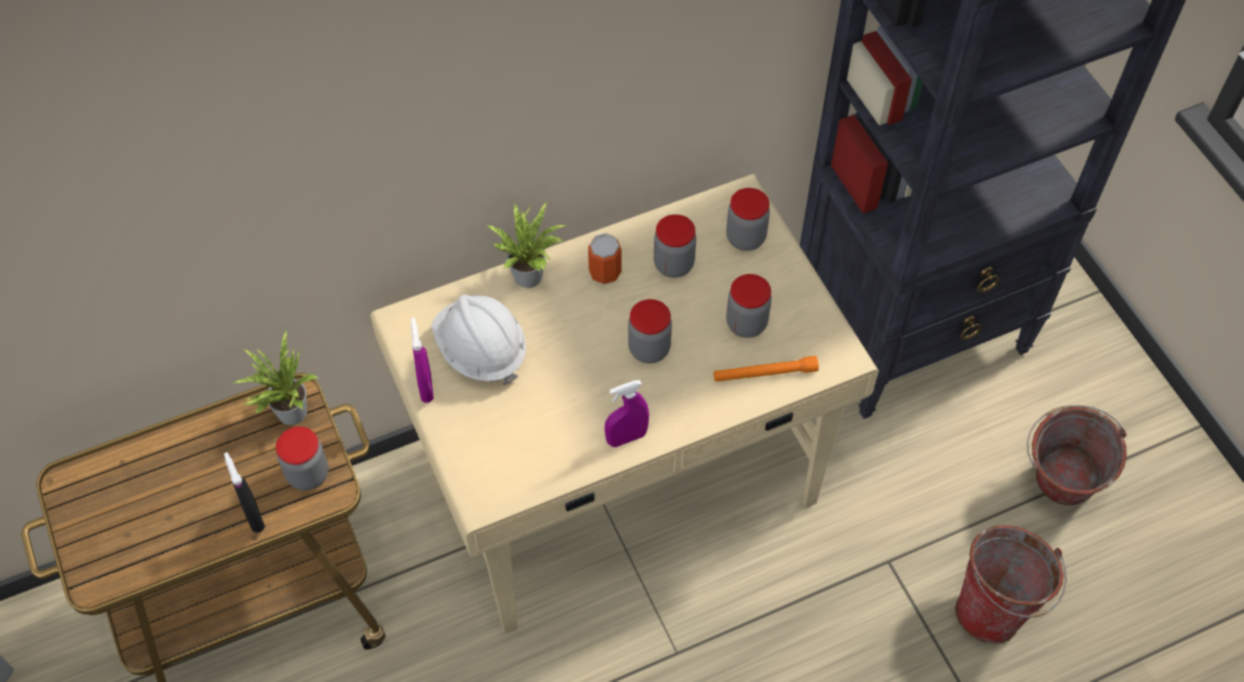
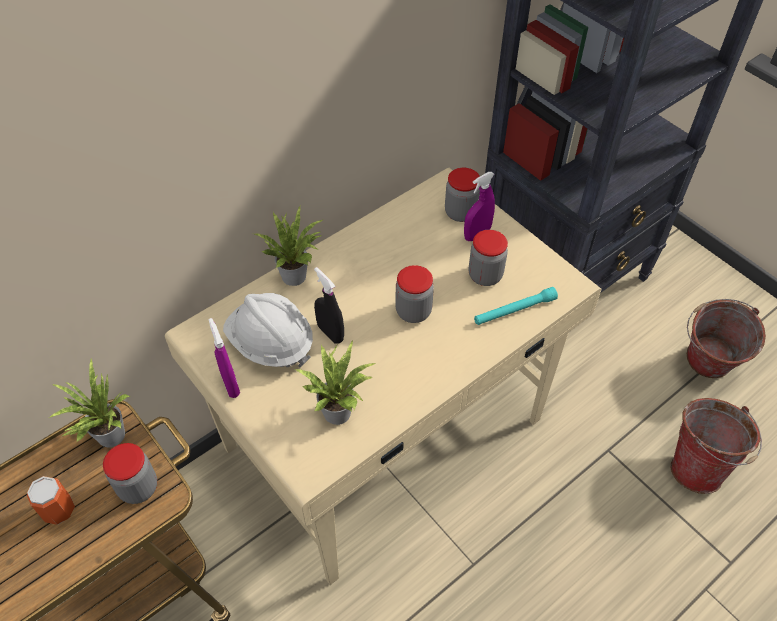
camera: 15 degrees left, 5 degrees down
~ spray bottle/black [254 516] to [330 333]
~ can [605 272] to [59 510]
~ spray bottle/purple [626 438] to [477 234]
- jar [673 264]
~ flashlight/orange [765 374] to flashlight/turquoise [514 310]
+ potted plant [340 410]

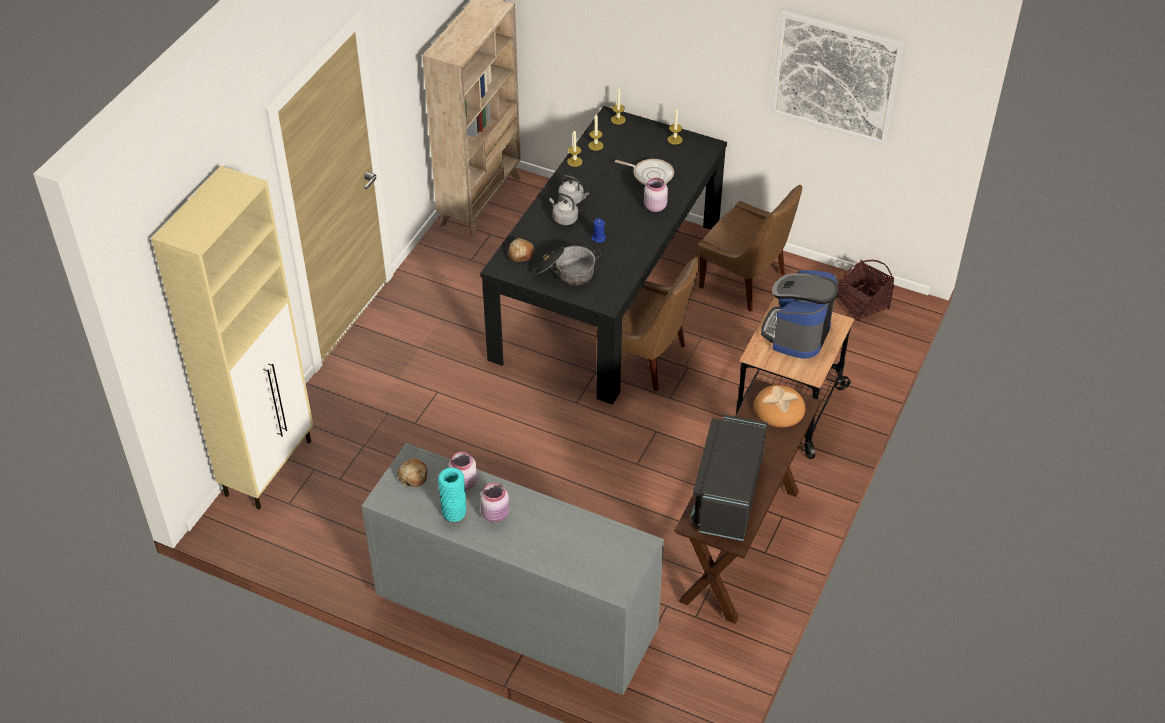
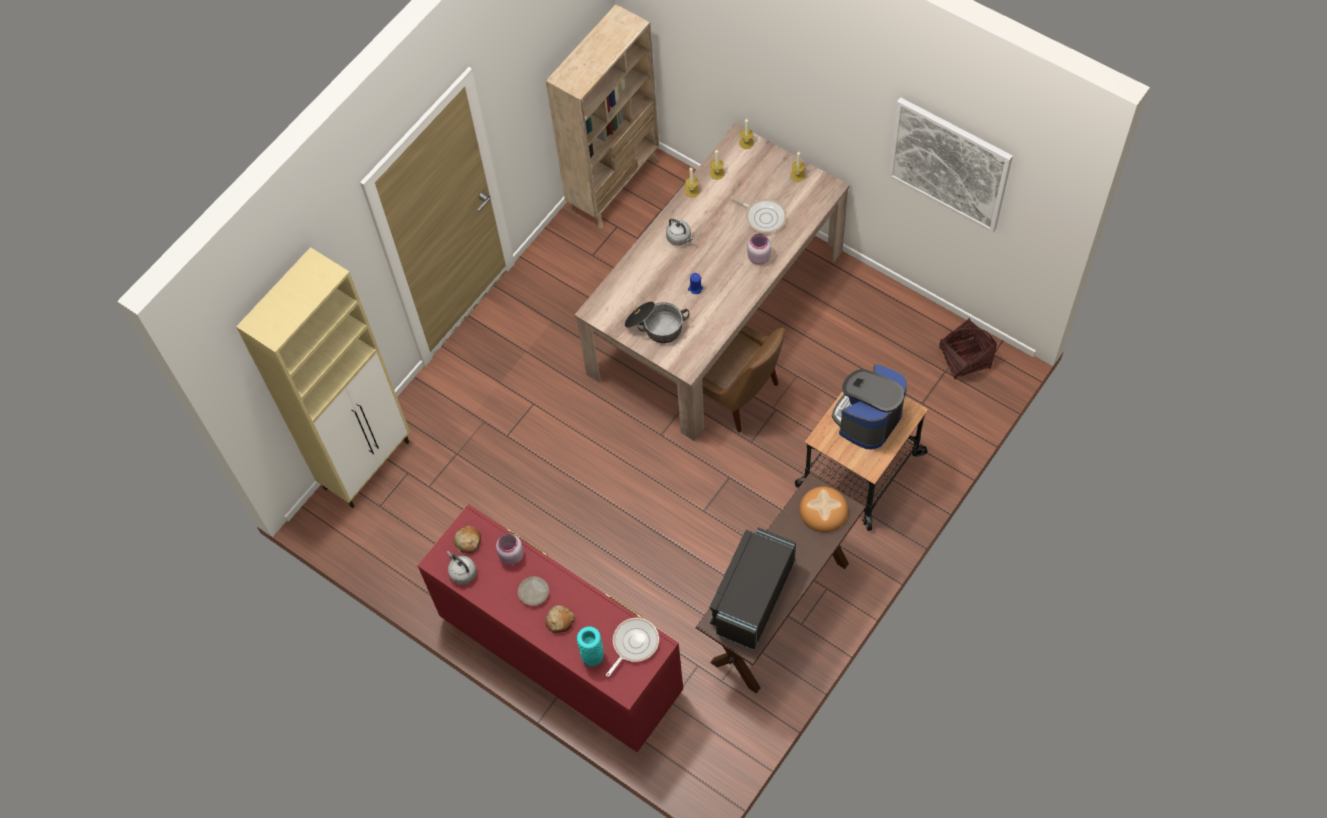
camera: 15 degrees right, 15 degrees up
~ dresser/grey [515 616] to dresser/red [560 654]
~ vase/turquoise [454 512] to [592 655]
~ dining table/black [607 293] to dining table/beige [716 312]
~ jar/pink [496 514] to plate/beige [534 593]
~ bread [520 254] to [559 621]
~ kettle/grey [564 218] to [462 572]
- chair/brown [745 282]
+ frying pan [633 643]

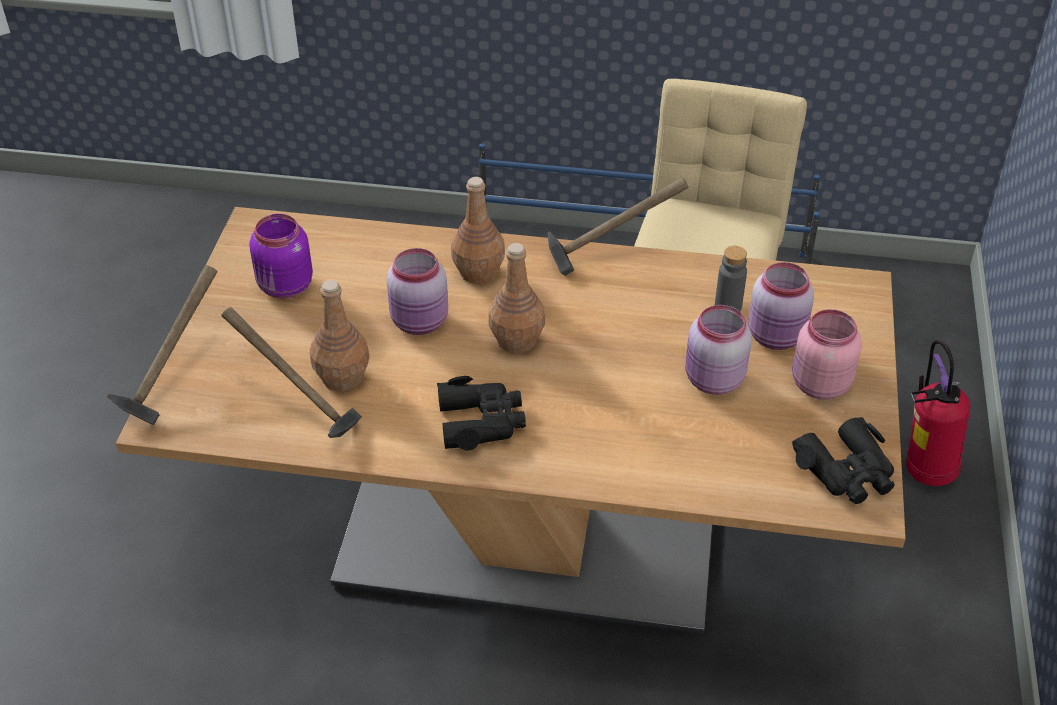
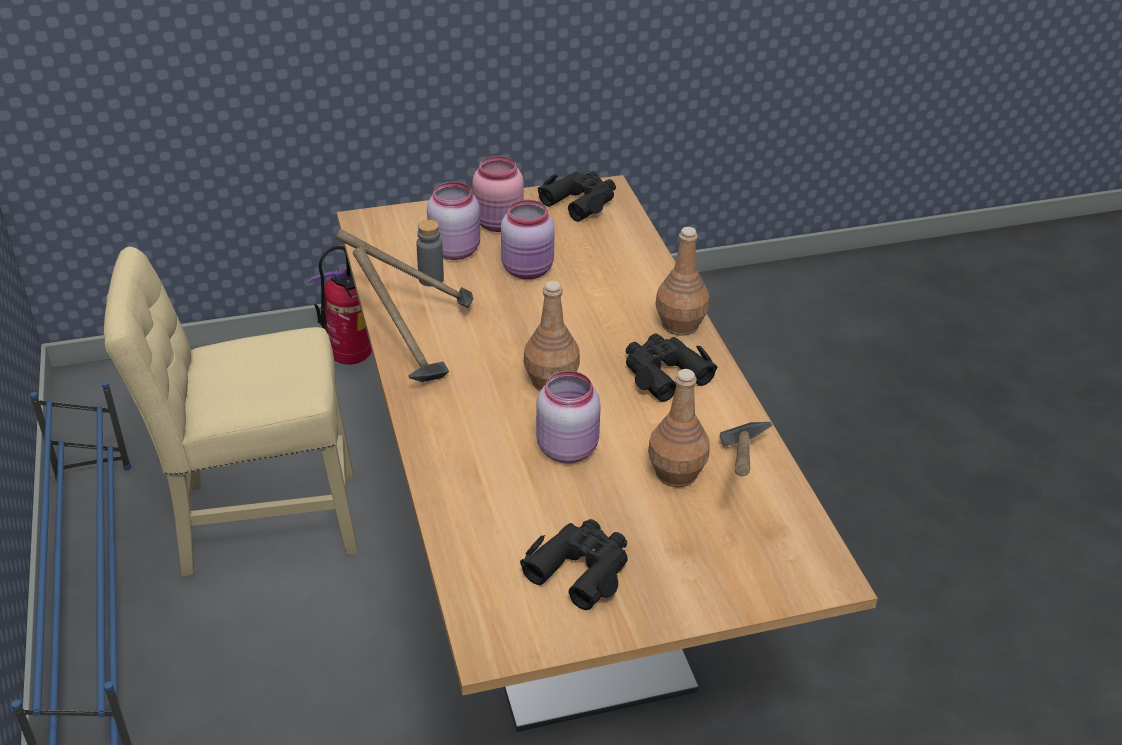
camera: 115 degrees left, 5 degrees down
~ hammer [174 382] to [414 308]
~ jar/purple [285 287] to binoculars/black [580 568]
~ bottle/brown [478 272] to [680 325]

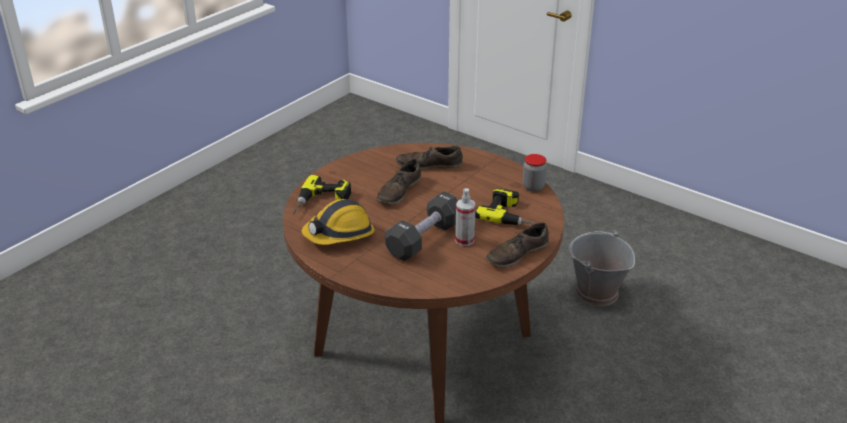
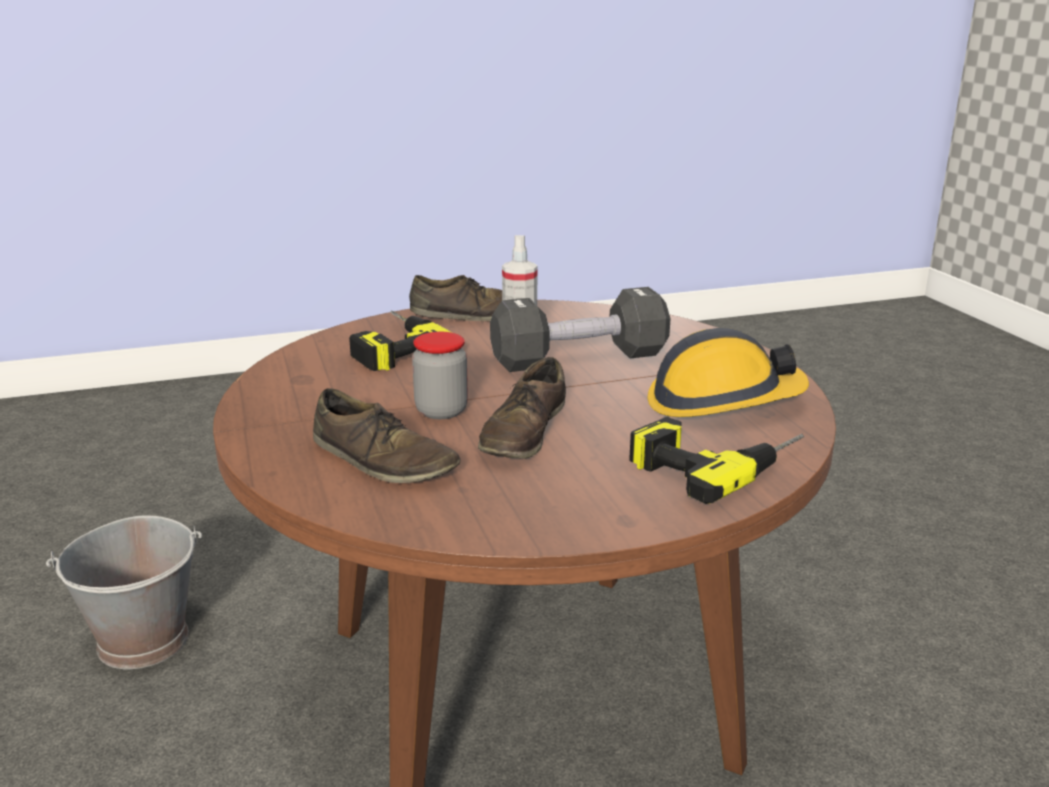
camera: 145 degrees left, 10 degrees down
~ shoe/brown [399 191] = [524 432] 135 degrees clockwise
~ jar [533 187] to [441 411]

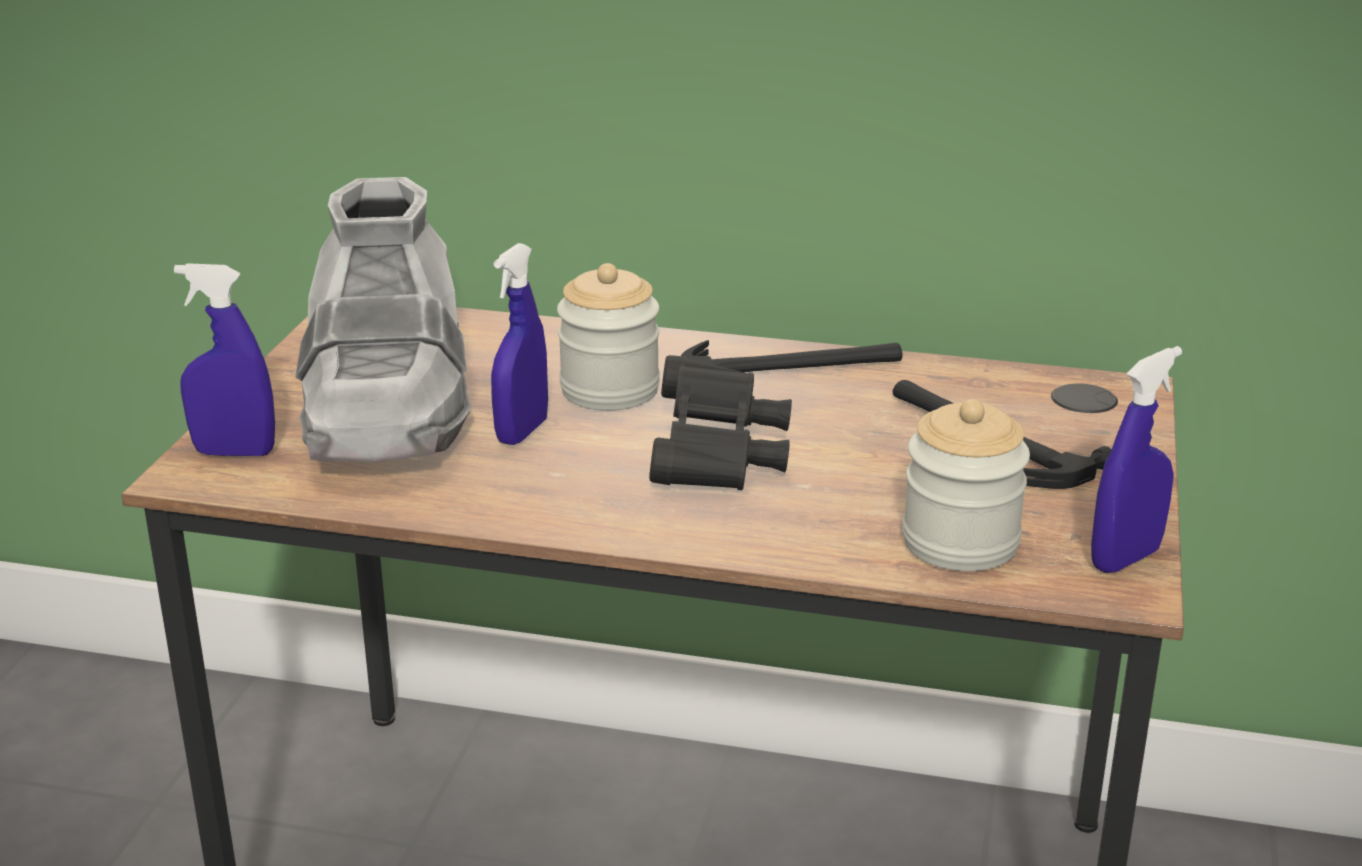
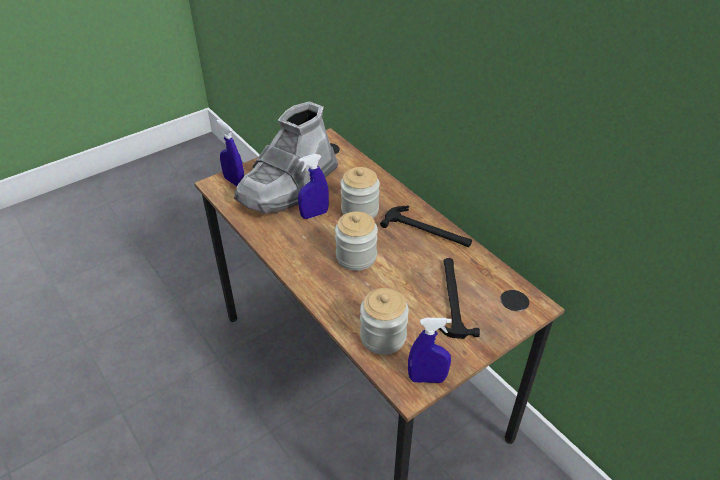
camera: 40 degrees right, 15 degrees up
~ binoculars/black [718 457] to jar [356 257]

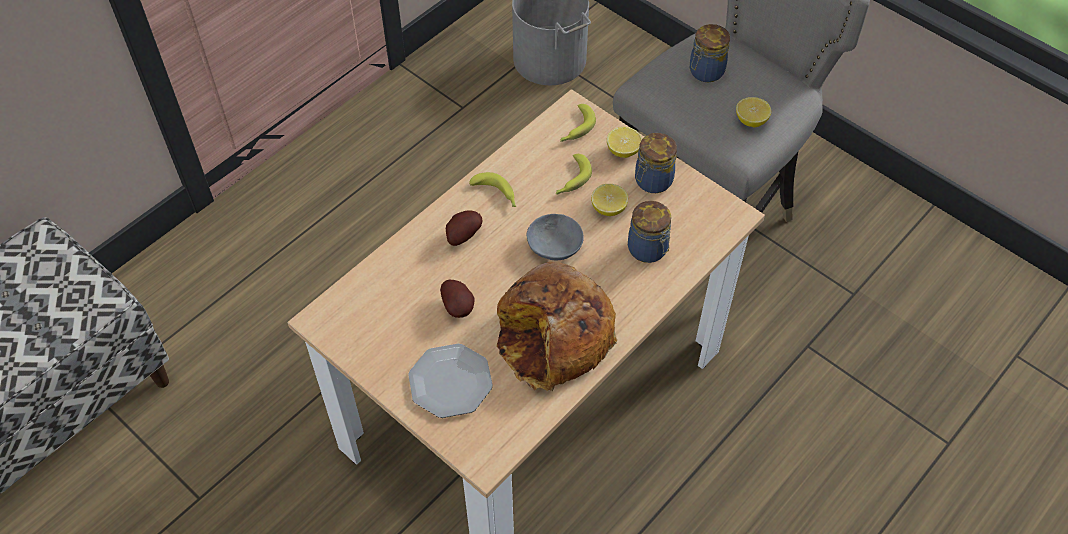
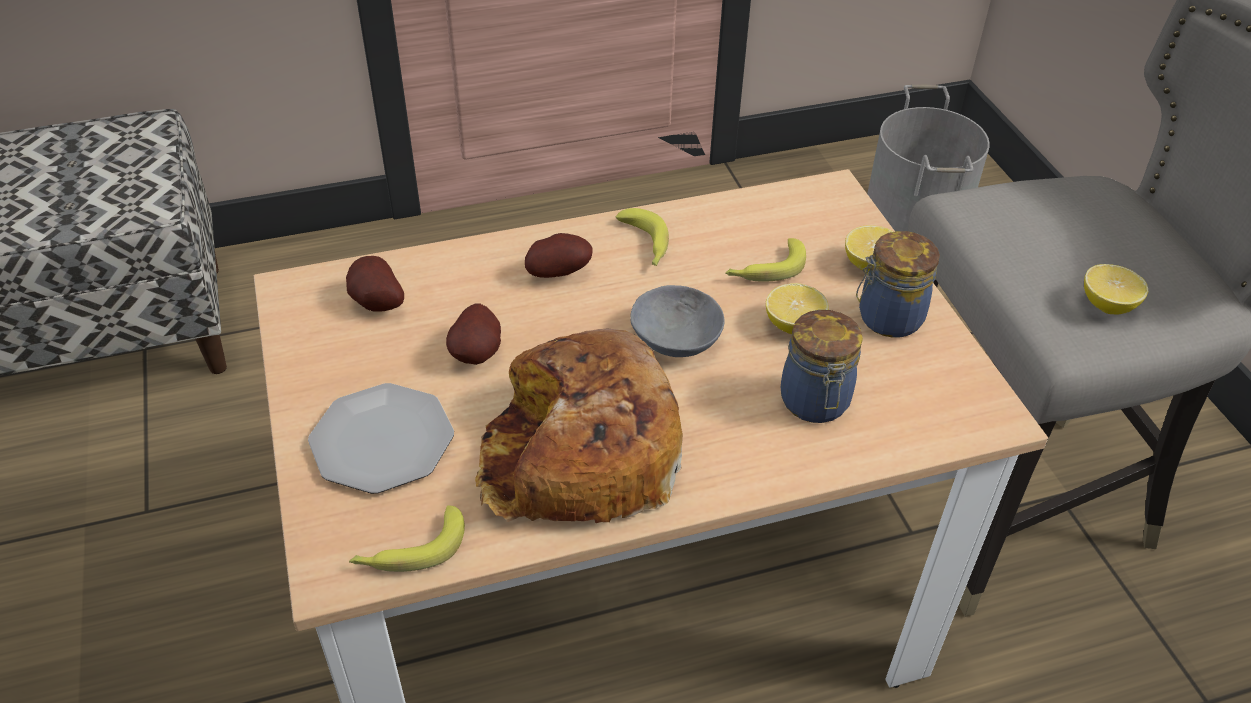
camera: 30 degrees right, 10 degrees down
~ banana [575 129] to [410 550]
- jar [705 72]
+ potato [375 304]

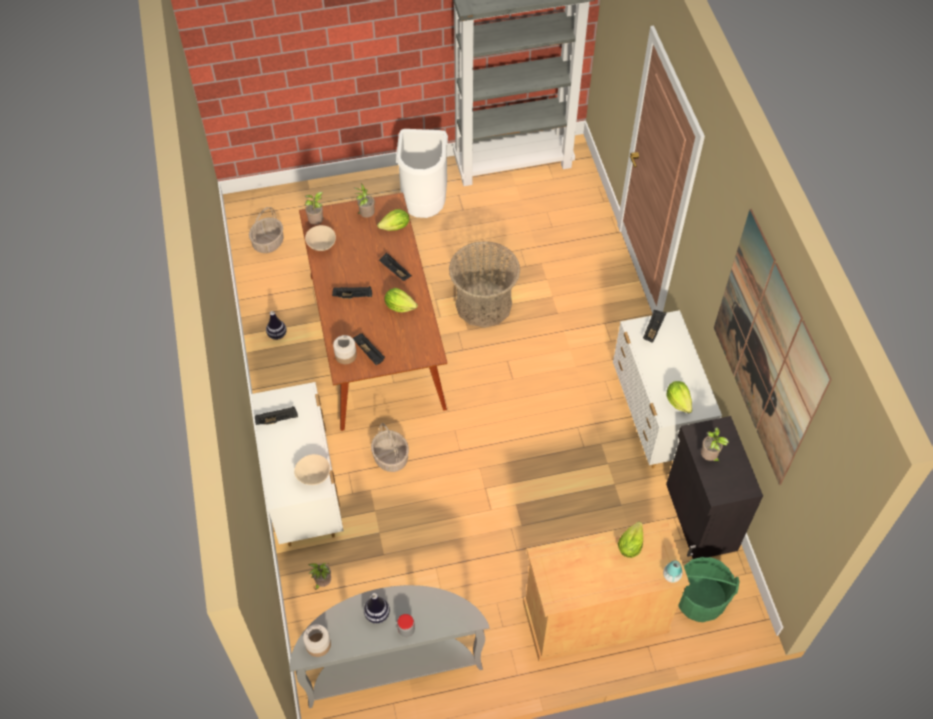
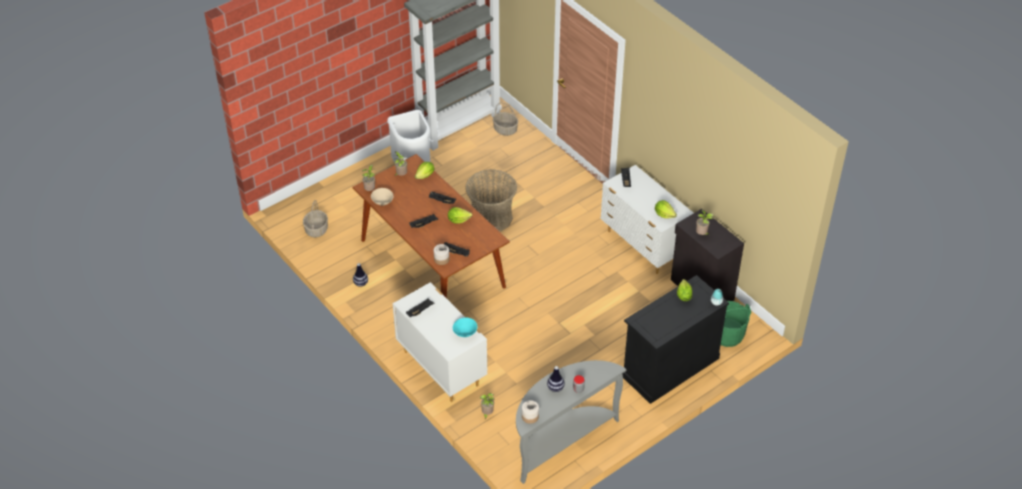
camera: 25 degrees left, 10 degrees down
~ bowl/beige [313 476] to bowl/turquoise [464 333]
~ basket [390 457] to [505 130]
~ cabinet/beige [595 616] to cabinet/black [670 367]
- picture [767 350]

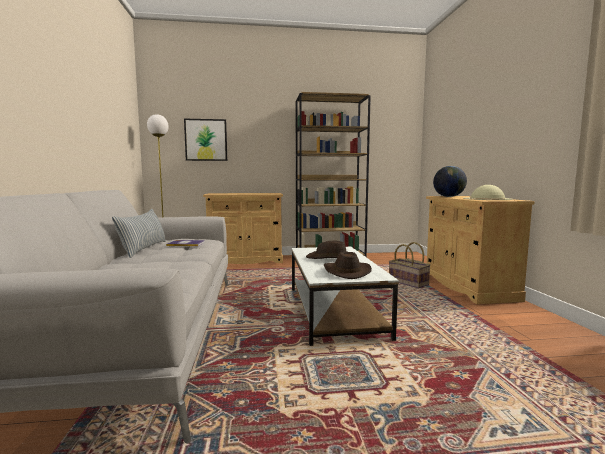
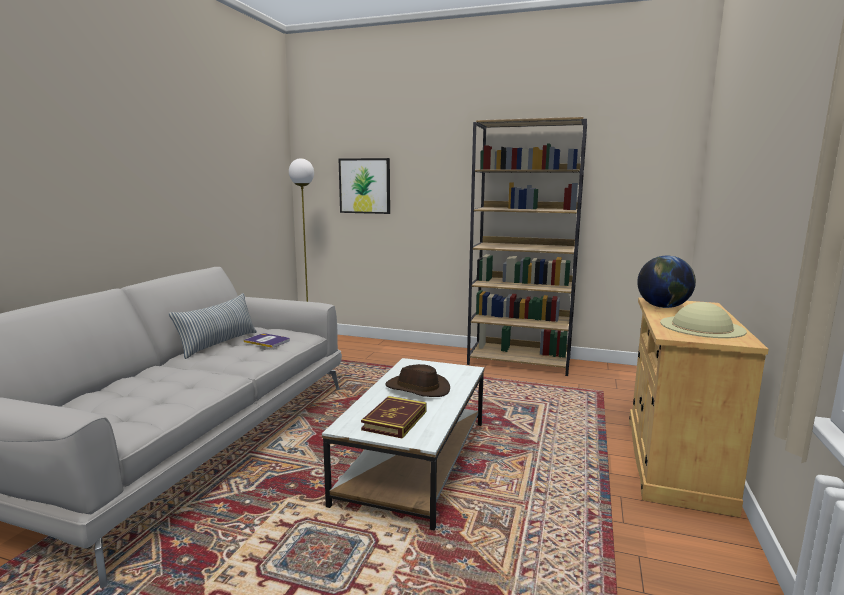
camera: 25 degrees right, 5 degrees up
- cabinet/beige [245 260]
~ hat/brown [346 272] to book [395 420]
- basket [408 283]

